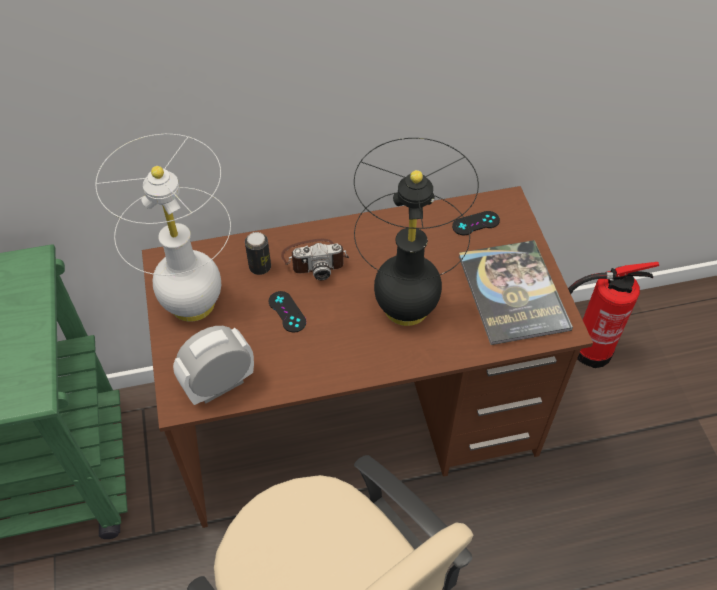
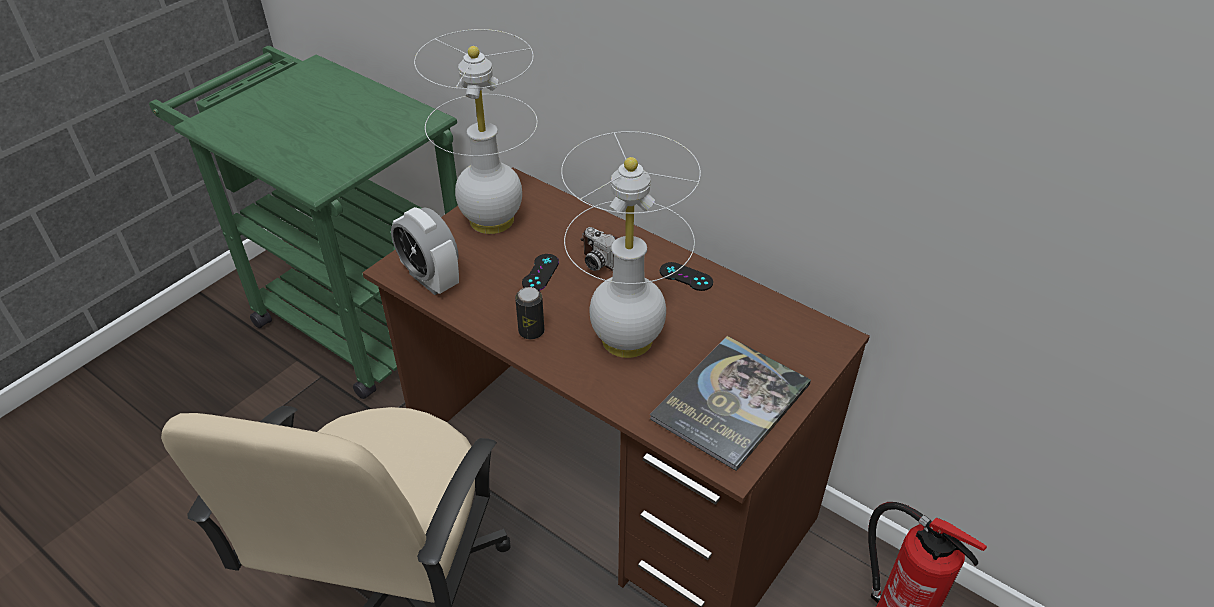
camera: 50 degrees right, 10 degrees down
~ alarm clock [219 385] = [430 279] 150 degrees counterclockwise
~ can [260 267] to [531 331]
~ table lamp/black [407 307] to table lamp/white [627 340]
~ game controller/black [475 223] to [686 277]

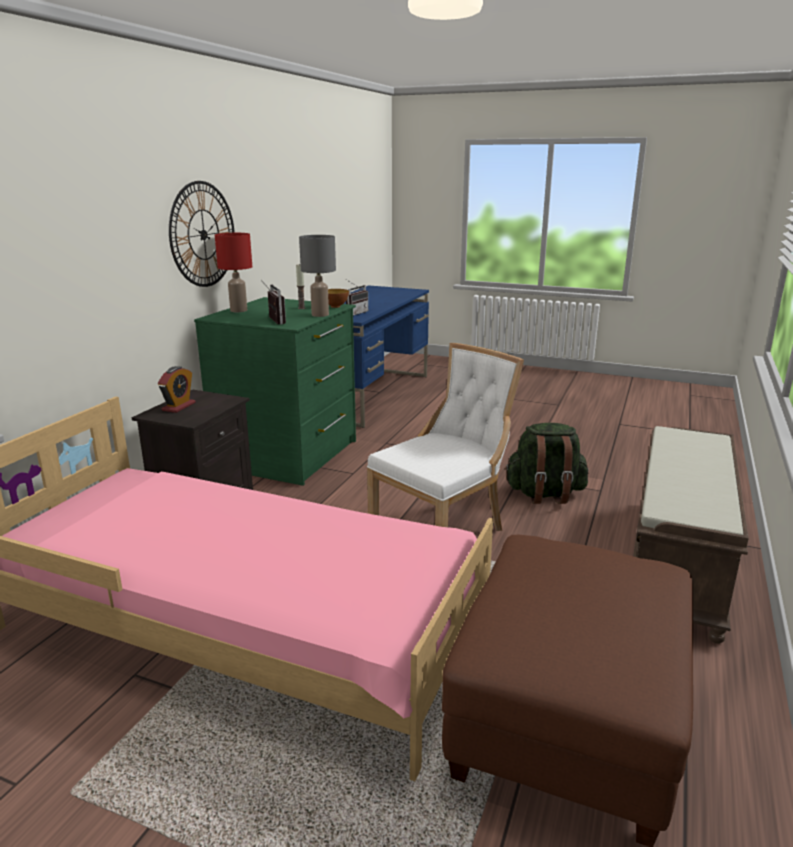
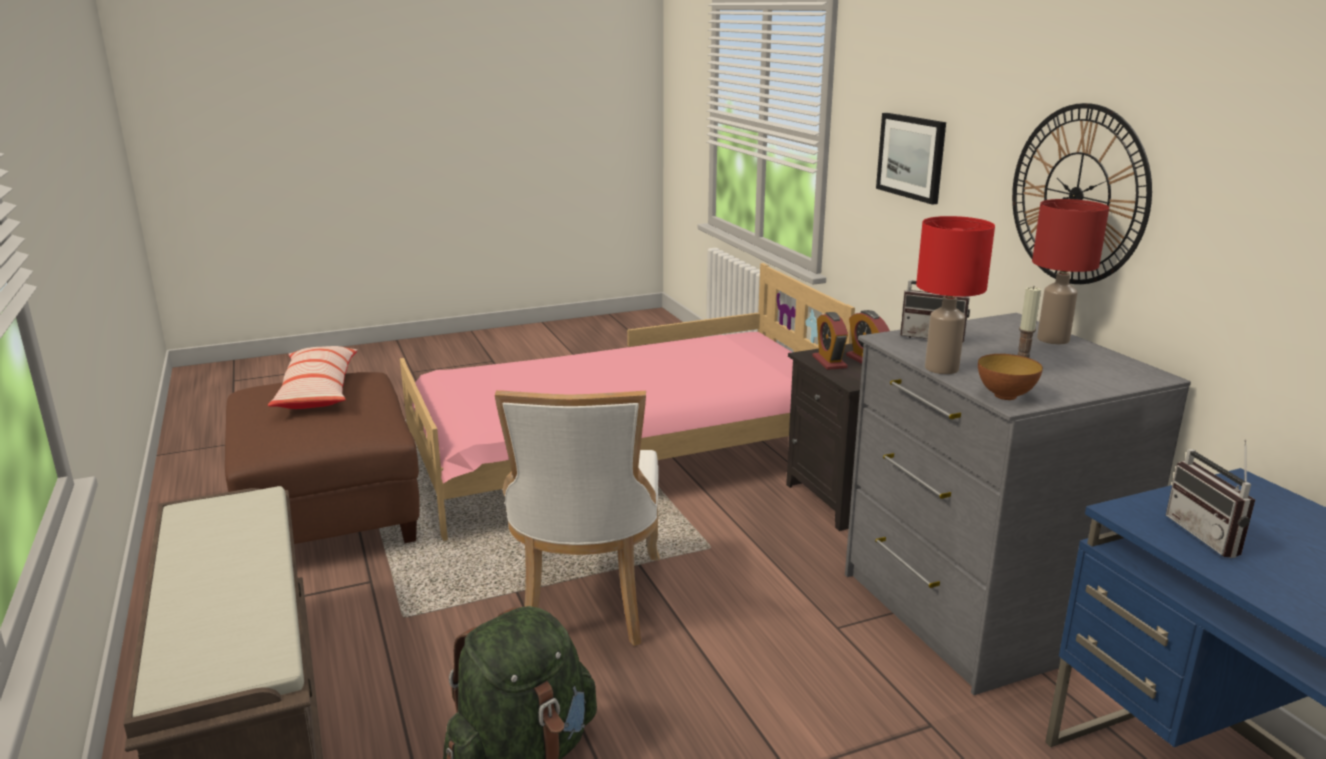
camera: 135 degrees right, 0 degrees up
~ dresser/green [288 454] to dresser/grey [976 608]
~ table lamp/grey [320 315] to table lamp/red [941 369]
+ pillow [318 391]
+ alarm clock [829 362]
+ picture [911 157]

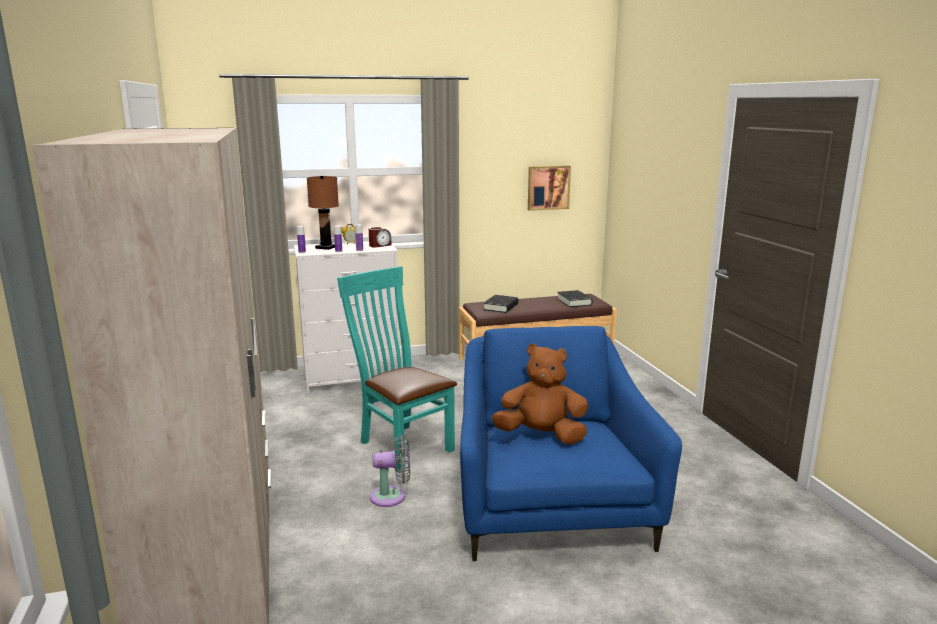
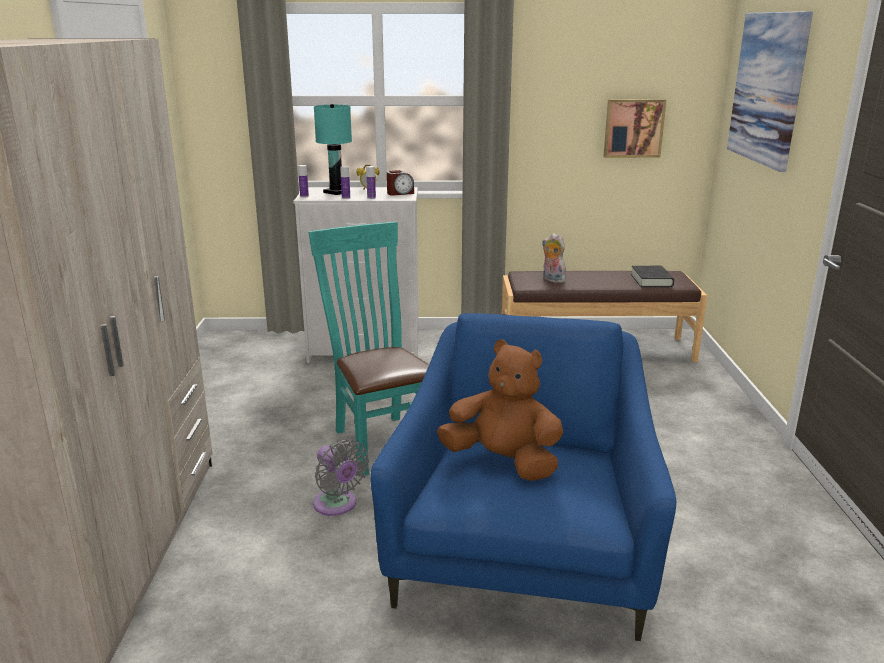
camera: 15 degrees right, 5 degrees up
~ table lamp/brown [326 247] to table lamp/turquoise [337 192]
~ fan/grey [392 496] = [337 505] 45 degrees clockwise
~ book/black [501 307] to plush toy [552 280]
+ picture [768 88]

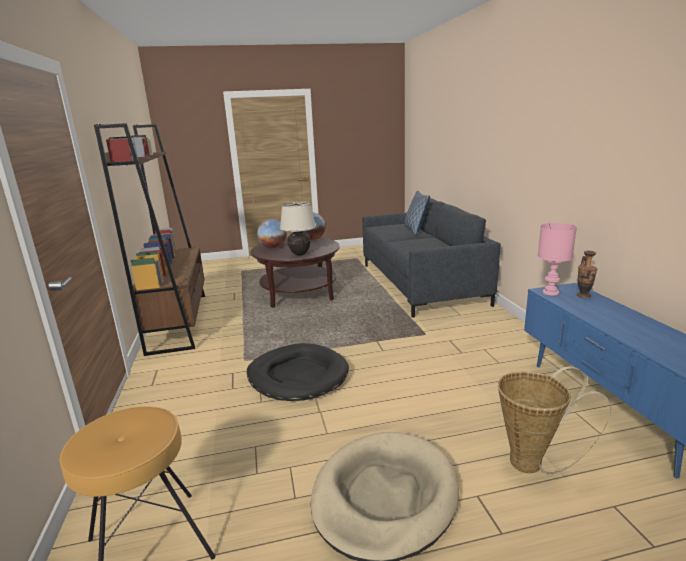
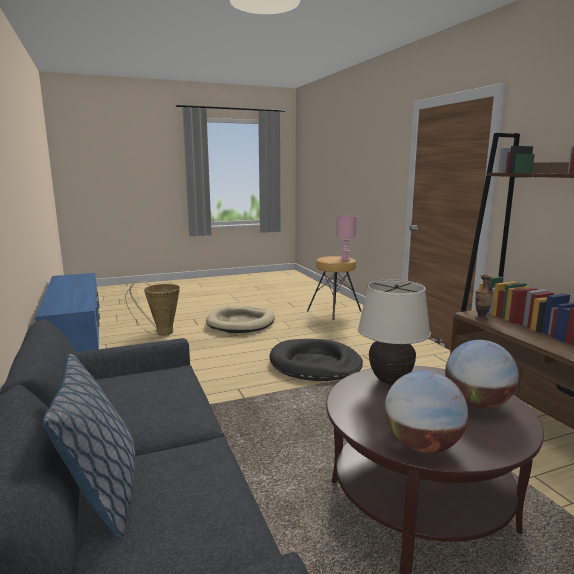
camera: 170 degrees right, 5 degrees down
~ table lamp/pink [549 292] to [345 259]
~ vase [583 295] to [481 319]

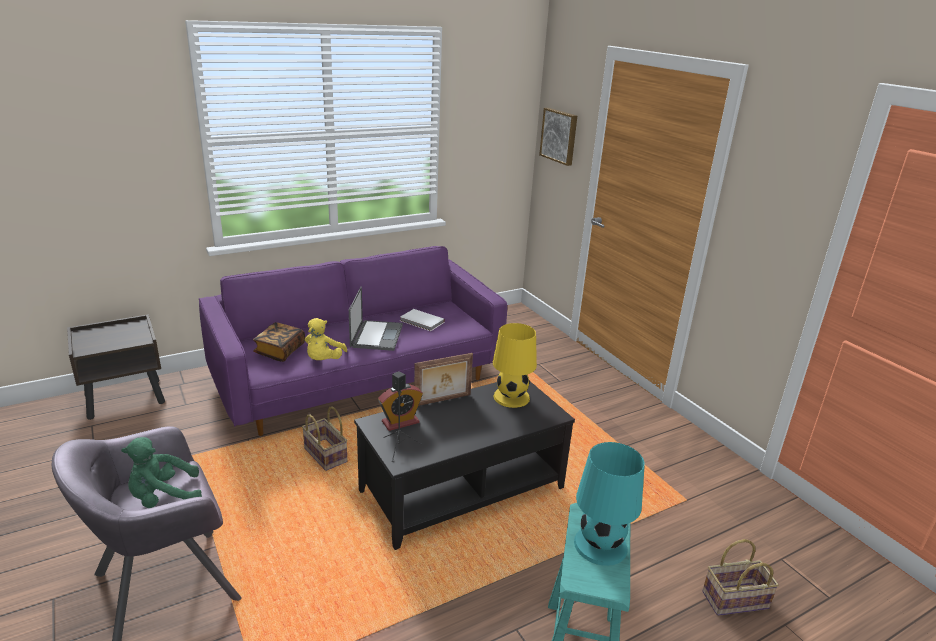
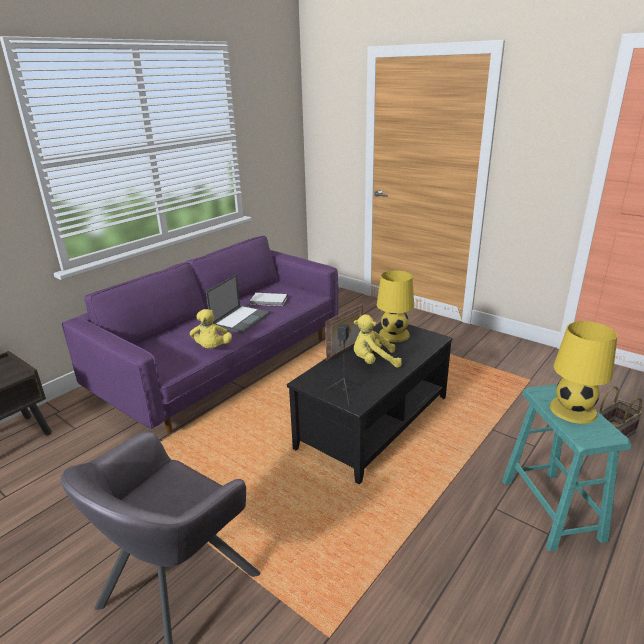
camera: 20 degrees left, 0 degrees up
- plush toy/green [163 497]
- book [280 351]
- basket [324 455]
~ laptop [376 335] = [241 319] 45 degrees clockwise
- alarm clock [400 422]
- picture [560 136]
~ table lamp/turquoise [600 544] to table lamp/yellow [572 409]
+ plush toy/yellow [373 361]

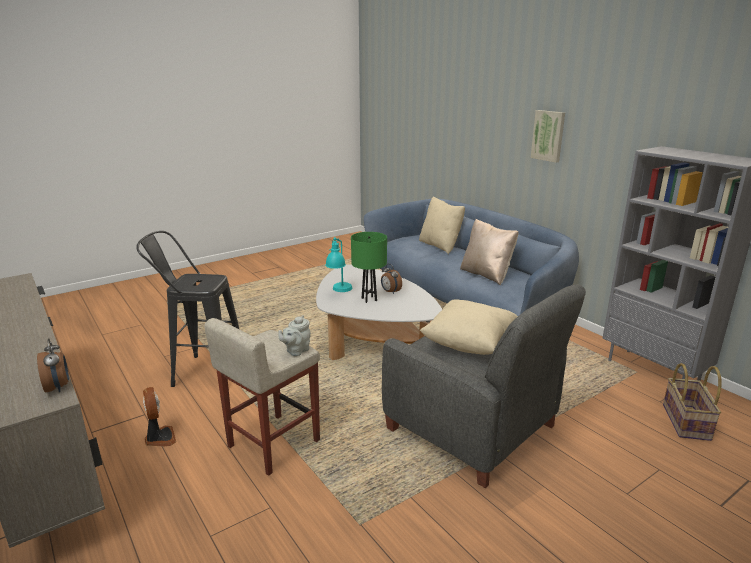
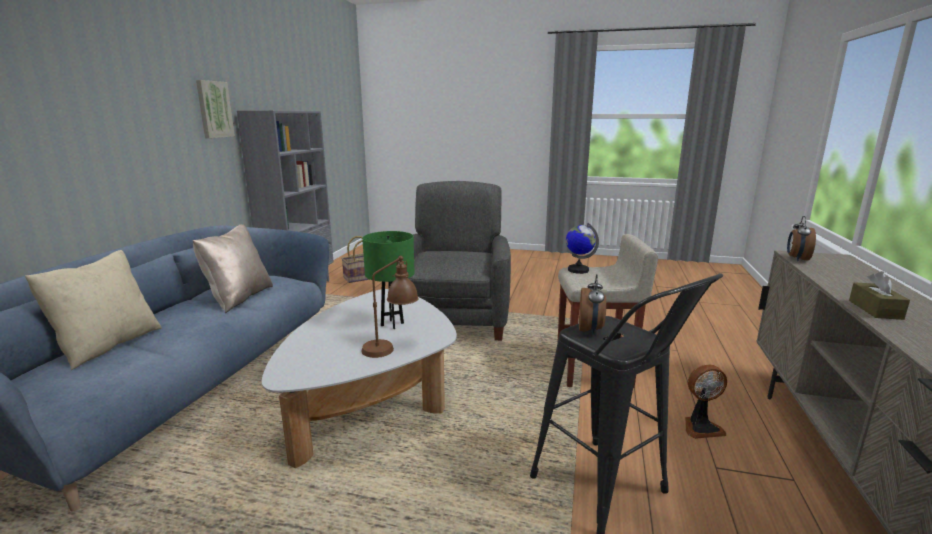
camera: 130 degrees left, 5 degrees down
~ fan [159 438] = [701 427] 120 degrees counterclockwise
~ teapot/grey [296 351] to globe [578 270]
~ table lamp/turquoise [339 291] to table lamp/brown [391 347]
~ alarm clock [390 292] to [590 330]
- pillow/beige [469 344]
~ picture [548 135] to [214 109]
+ tissue box/brown [875 309]

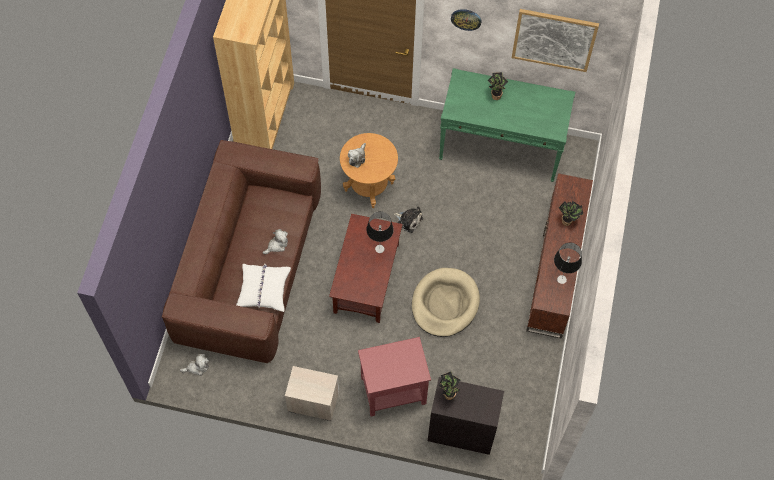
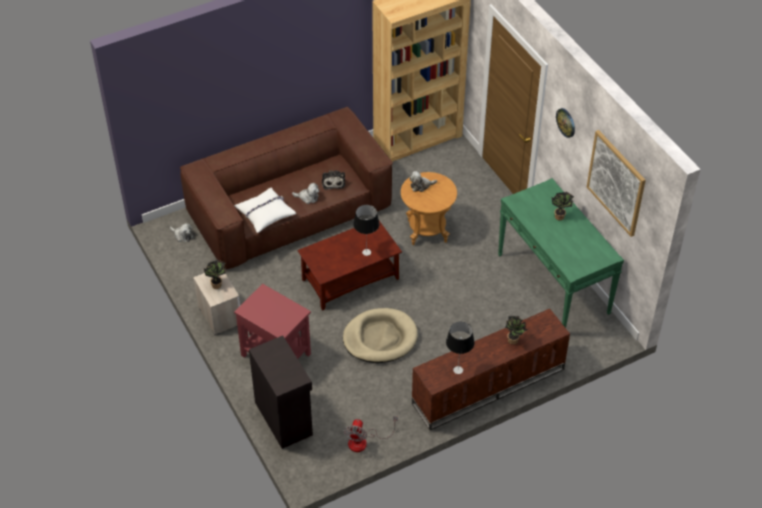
camera: 50 degrees right, 15 degrees down
~ plush toy [408 220] to [333 182]
~ potted plant [448 393] to [217 284]
+ fan [364 441]

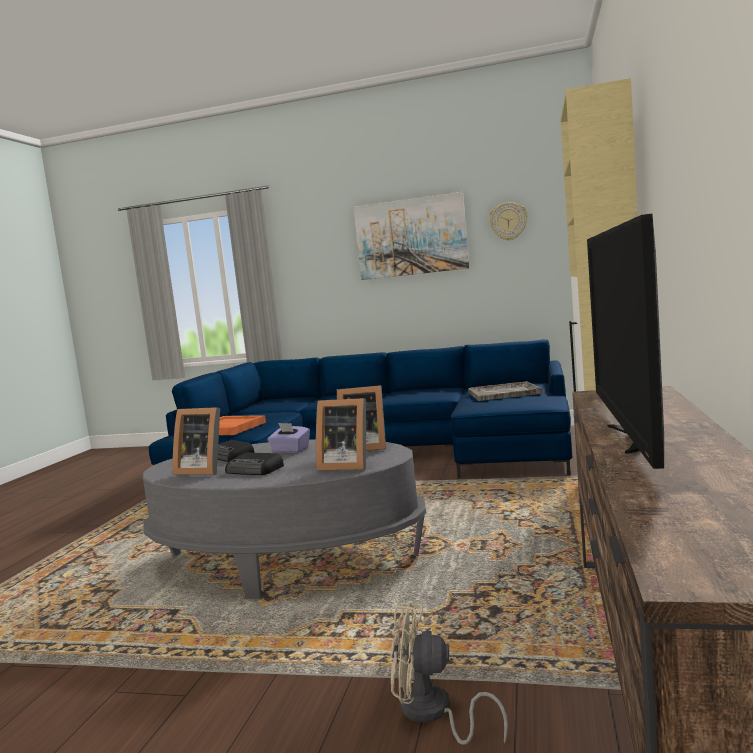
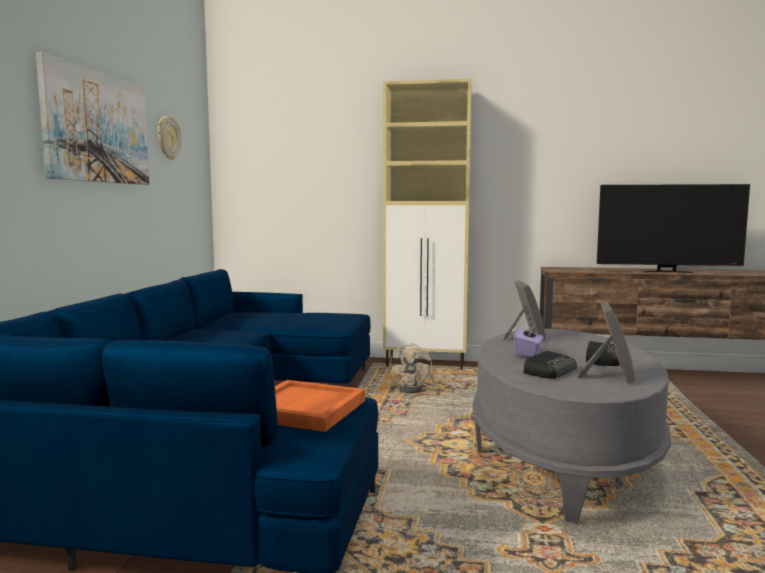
camera: 95 degrees left, 0 degrees up
- picture frame [345 465]
~ fan/beige [432 714] to [415 390]
- tray/grey [504 393]

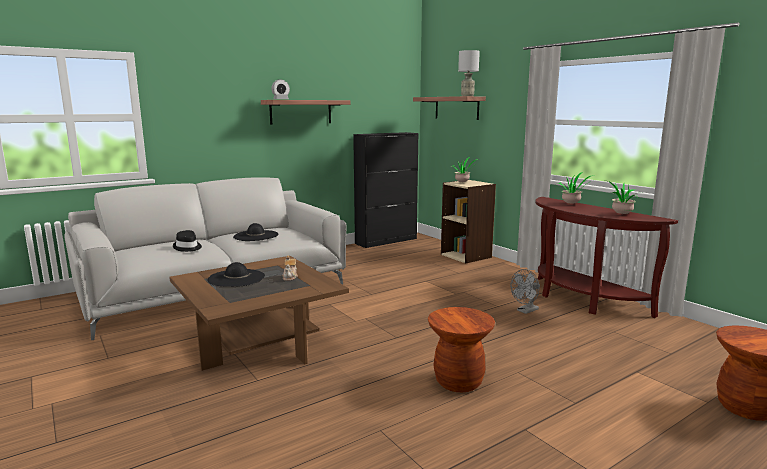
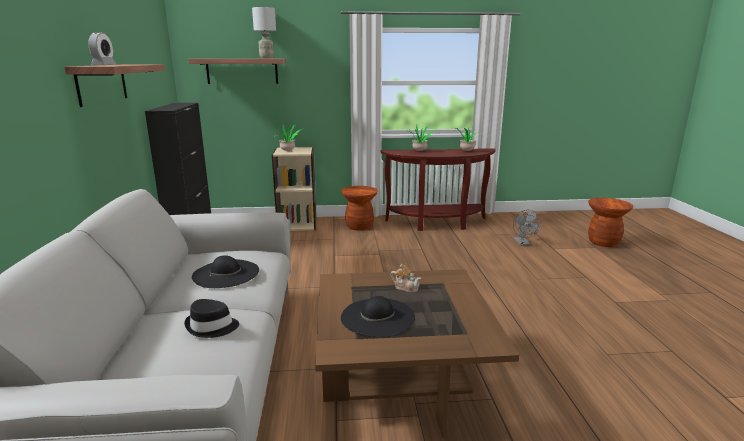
camera: 60 degrees left, 5 degrees up
~ stool/brown [458 381] to [359 226]
~ fan/grey [525 311] to [523 243]

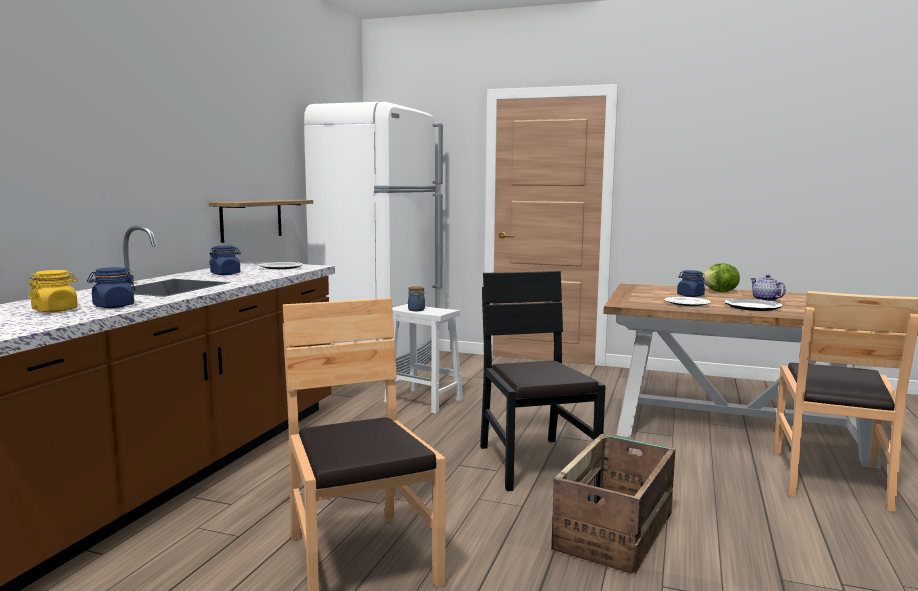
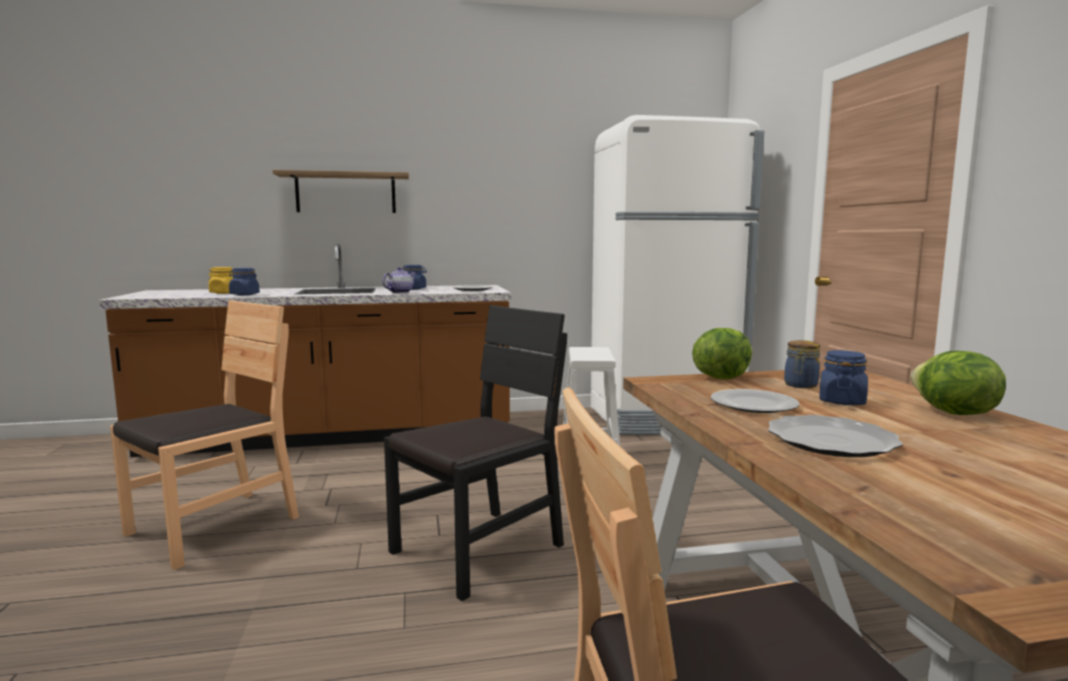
camera: 60 degrees right, 0 degrees up
~ shelf [251 219] to [346 193]
~ jar [416 310] to [800 385]
- crate [616 530]
~ teapot [765 300] to [399 292]
+ lettuce [721 377]

